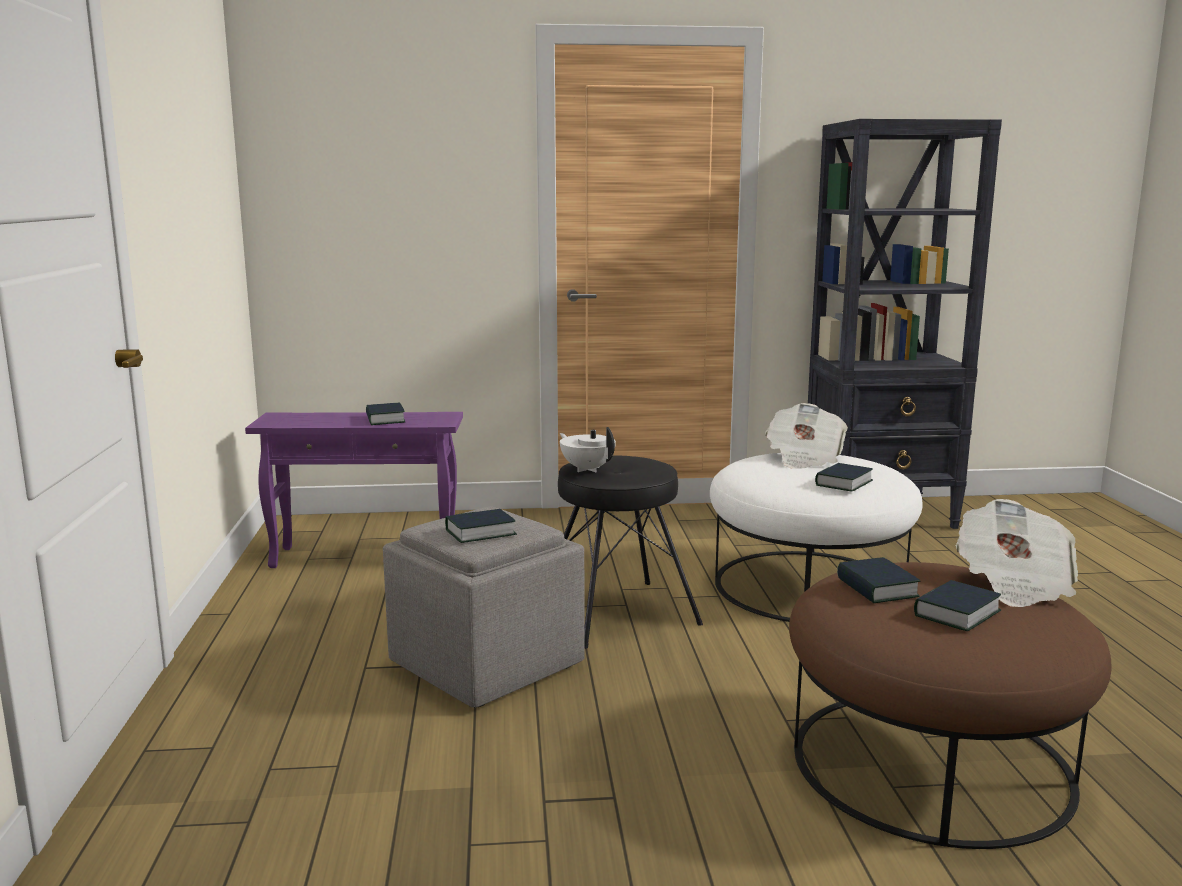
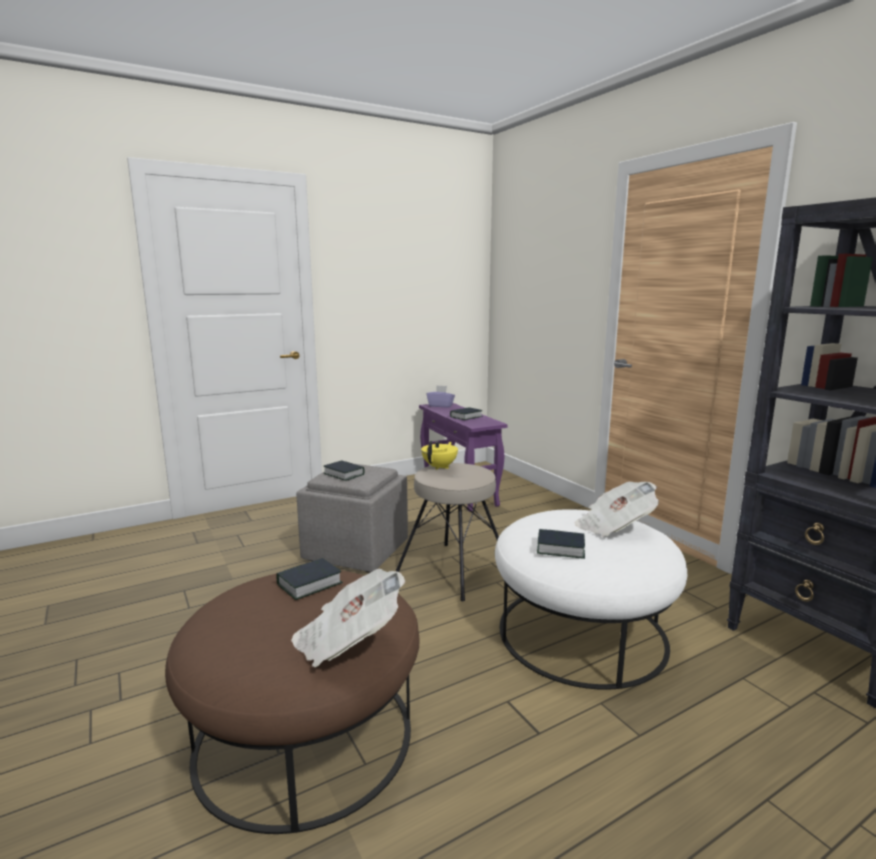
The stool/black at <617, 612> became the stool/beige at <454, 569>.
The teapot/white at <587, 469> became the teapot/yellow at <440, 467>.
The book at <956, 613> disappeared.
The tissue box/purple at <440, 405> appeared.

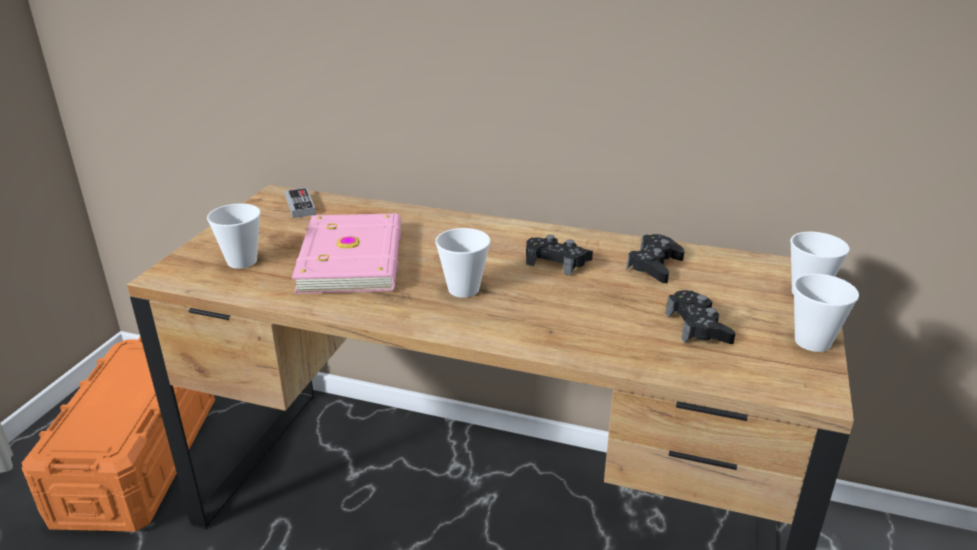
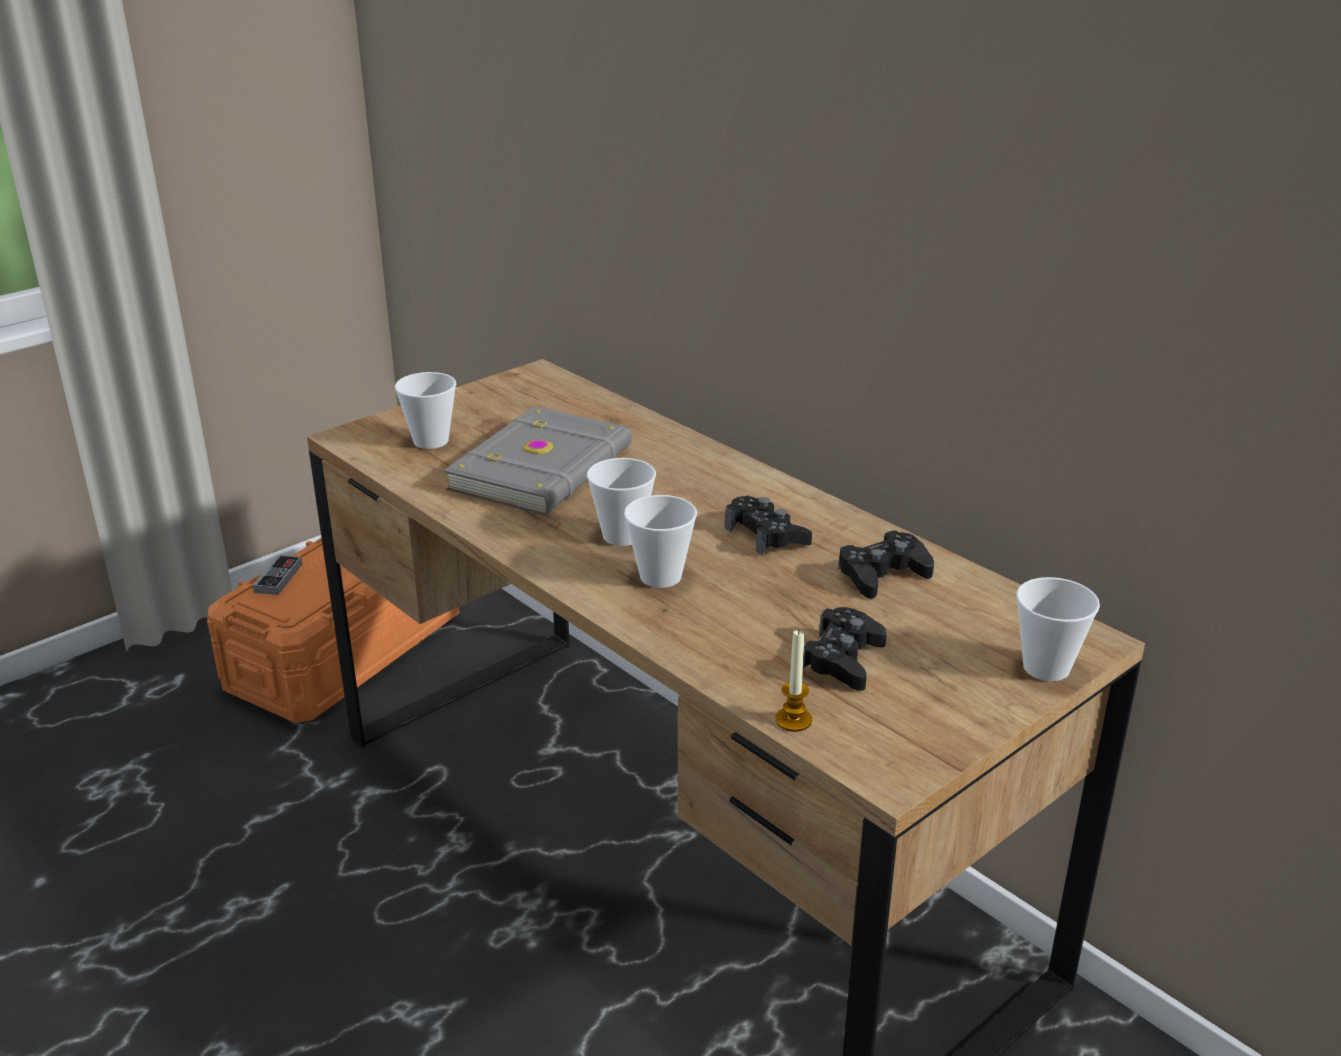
The game controller moved from <300, 205> to <278, 578>.
The book/pink at <354, 258> became the book/grey at <545, 468>.
The cup moved from <812, 342> to <660, 576>.
The candle at <793, 720> appeared.

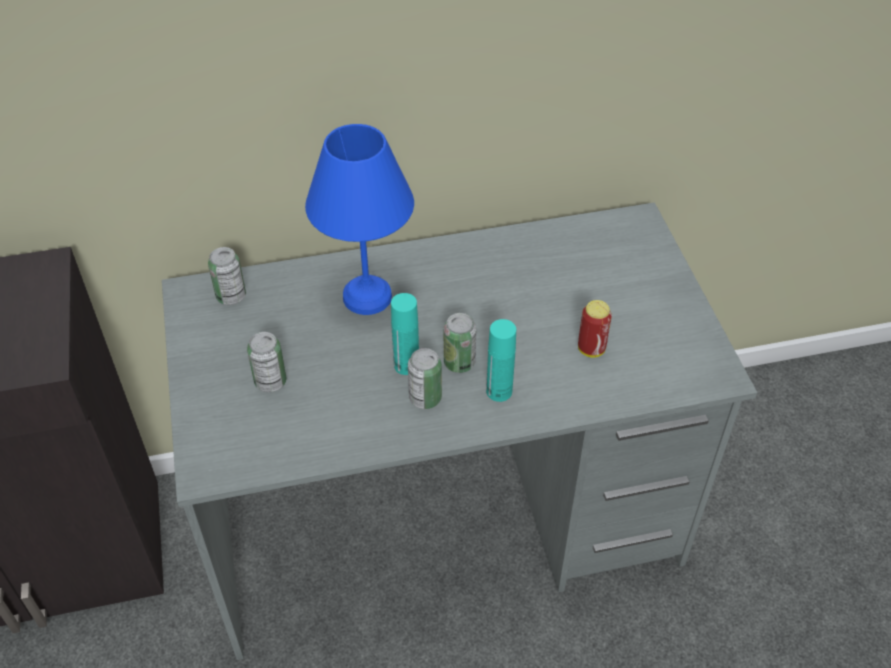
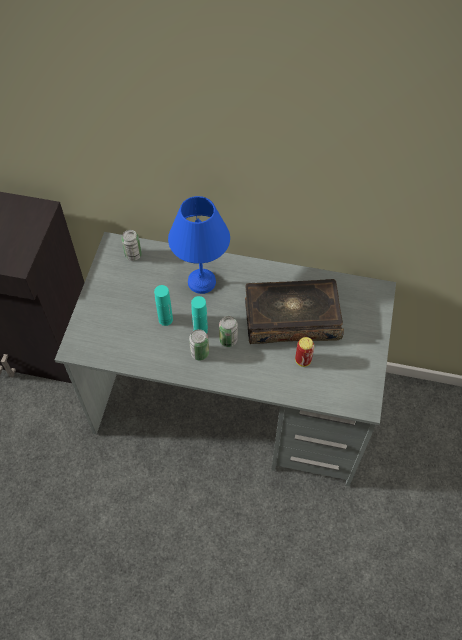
The can at <270, 382> disappeared.
The bottle/turquoise moved from <499, 391> to <165, 319>.
The book at <291, 318> appeared.

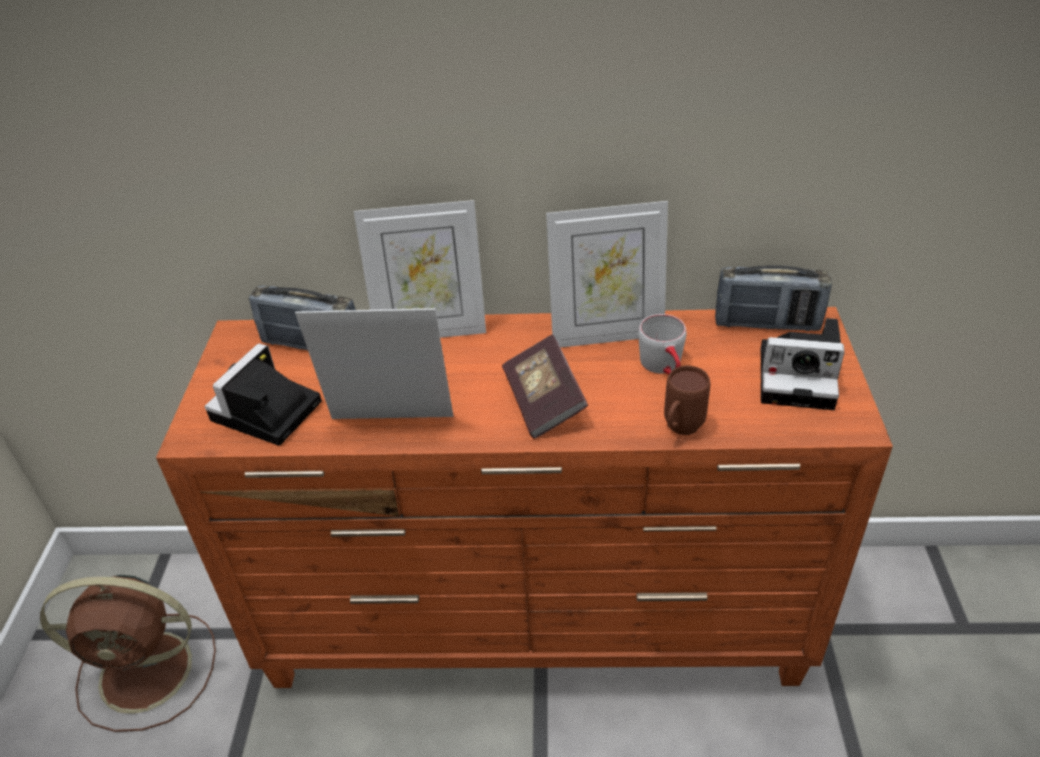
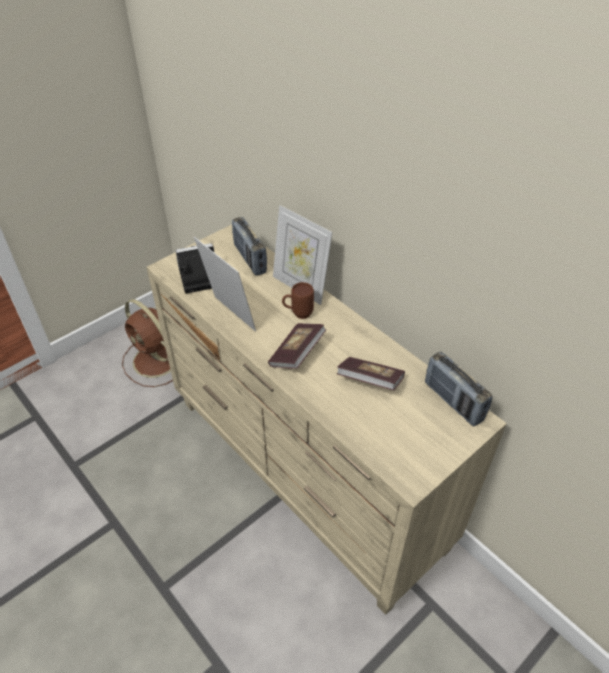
The dresser/orange at <536, 625> became the dresser/beige at <305, 473>.
The picture frame at <606, 334> disappeared.
The mug/grey at <664, 367> was replaced by the book at <369, 381>.
The mug/brown moved from <679, 430> to <298, 314>.
The photo camera at <800, 377> disappeared.

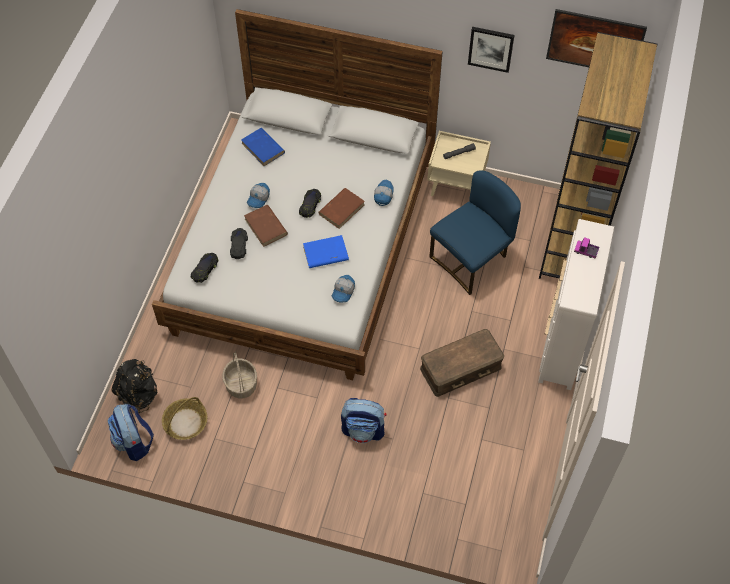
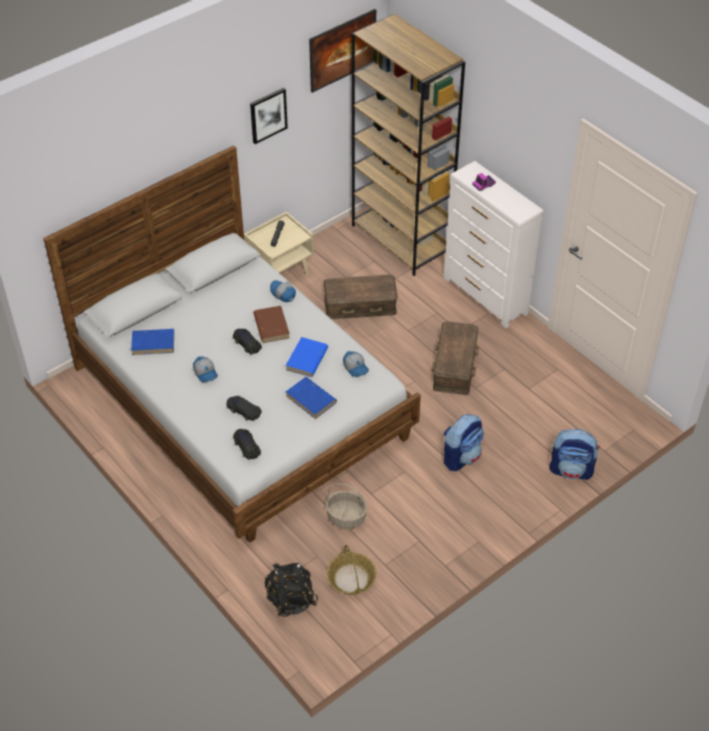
The backpack moved from <134, 442> to <571, 470>.
The book/brown at <266, 227> disappeared.
The chair/blue at <471, 260> was replaced by the storage box/brown at <360, 304>.
The book/blue at <311, 399> appeared.

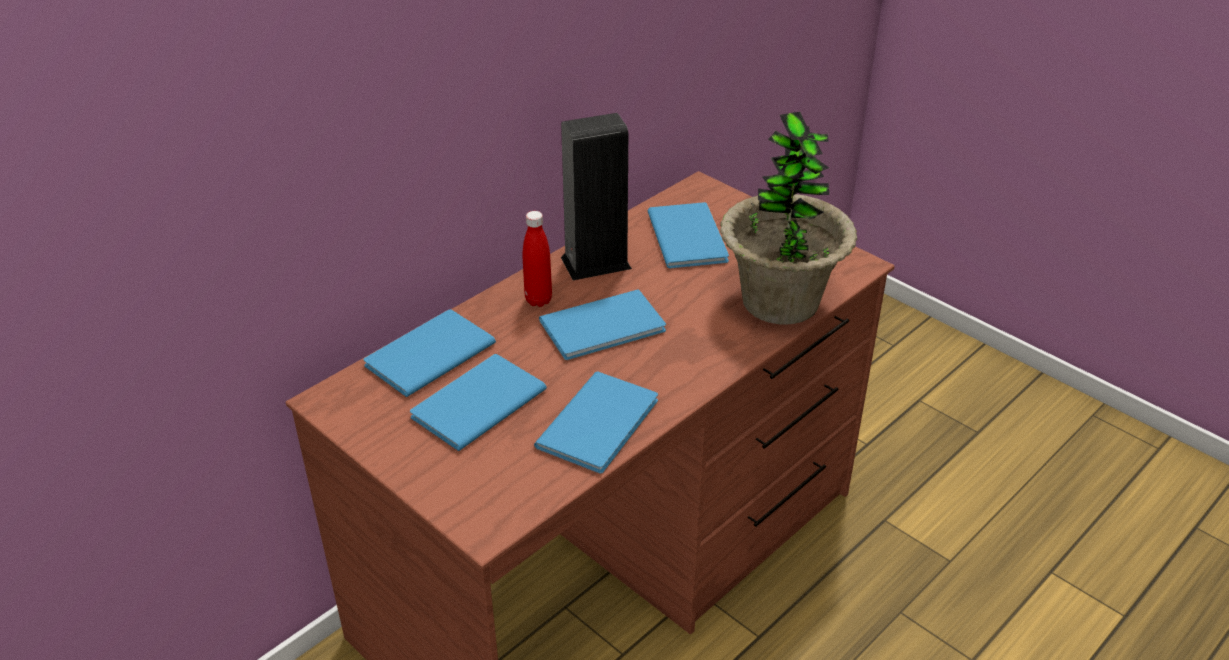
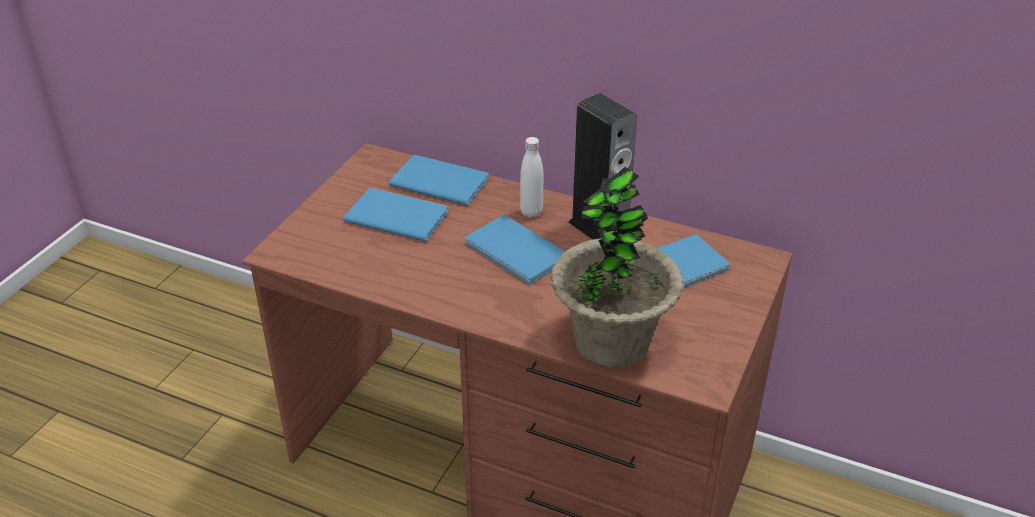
The bottle/red at <538, 300> became the bottle/white at <531, 212>.
The book/blue at <603, 422> disappeared.

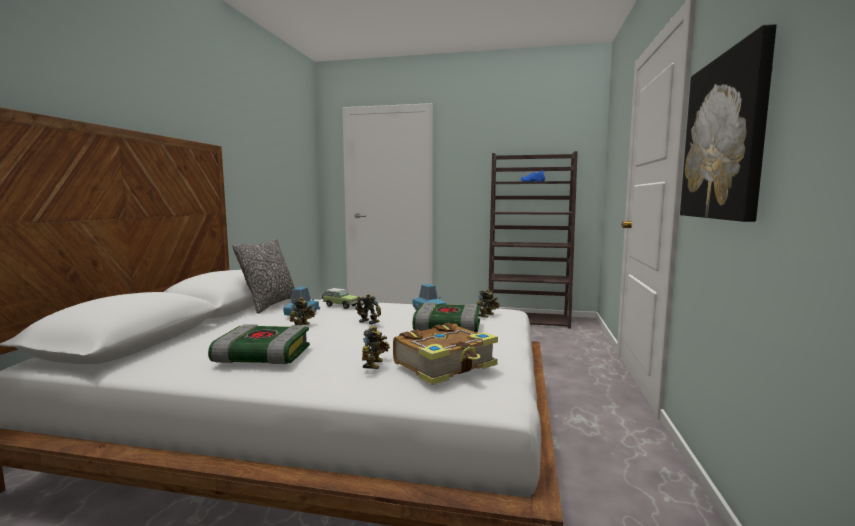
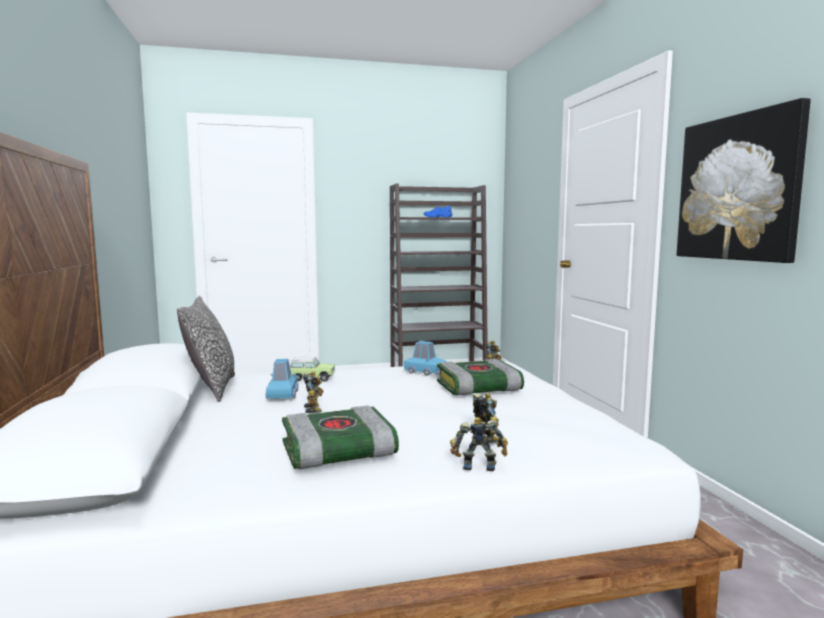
The toy robot moved from <369, 321> to <478, 465>.
The book at <446, 365> disappeared.

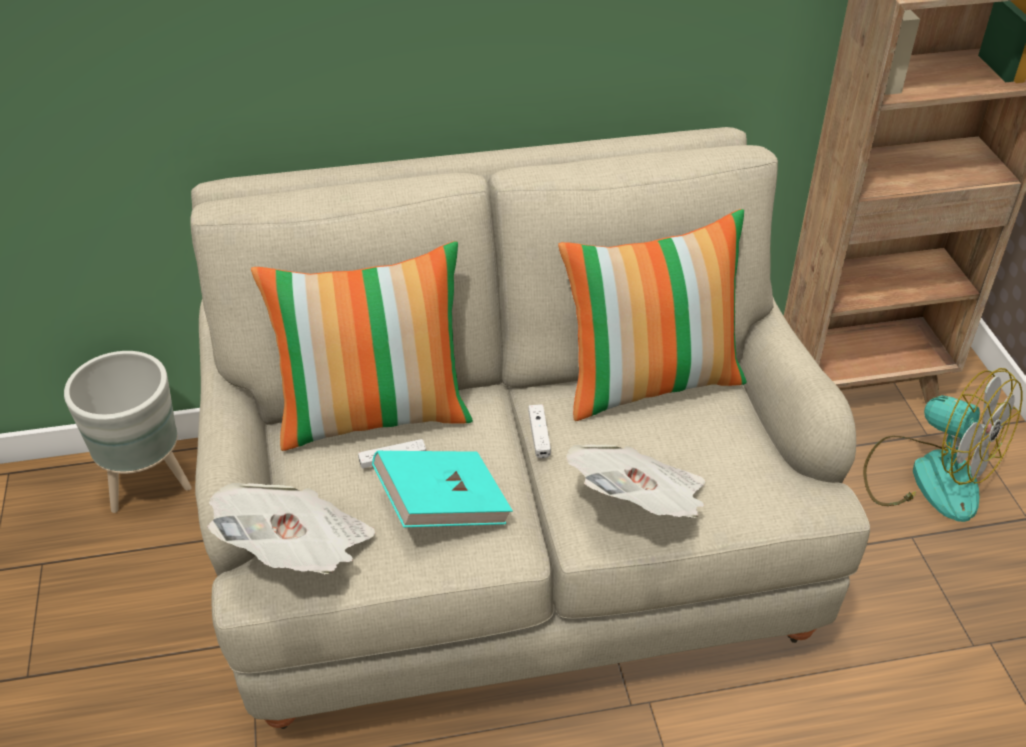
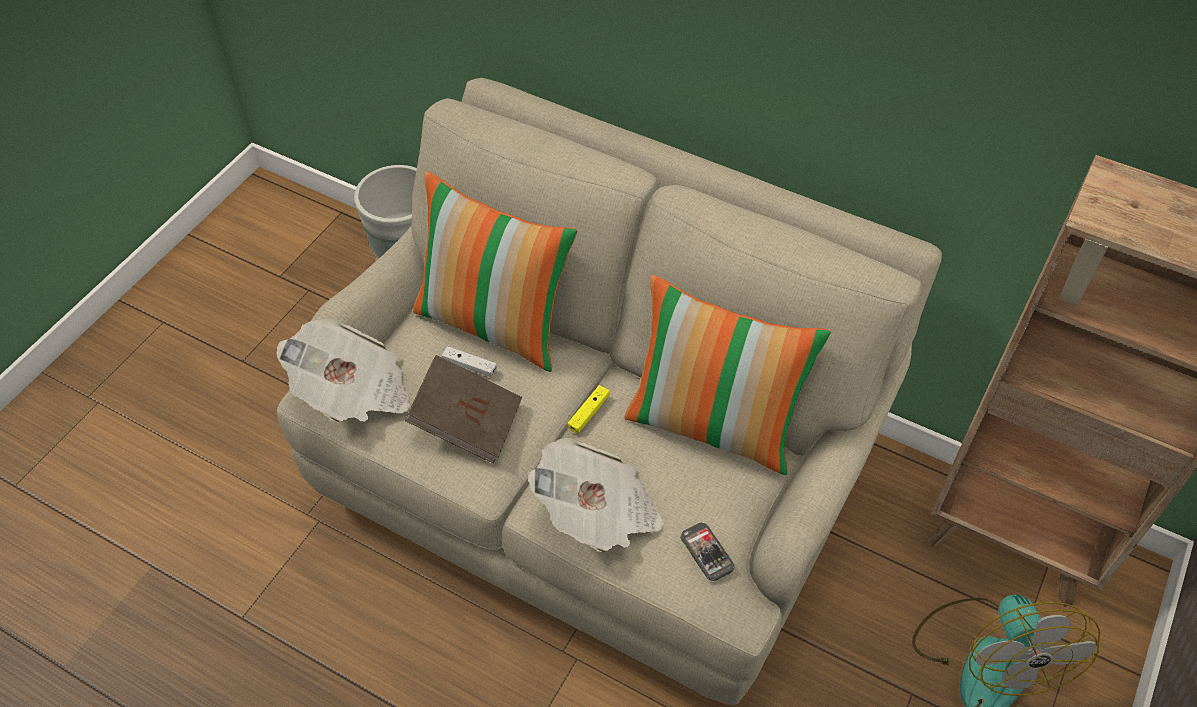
The book/turquoise at <442, 507> became the book/brown at <467, 422>.
The game controller/white at <539, 436> became the game controller/yellow at <588, 413>.
The phone at <707, 552> appeared.

